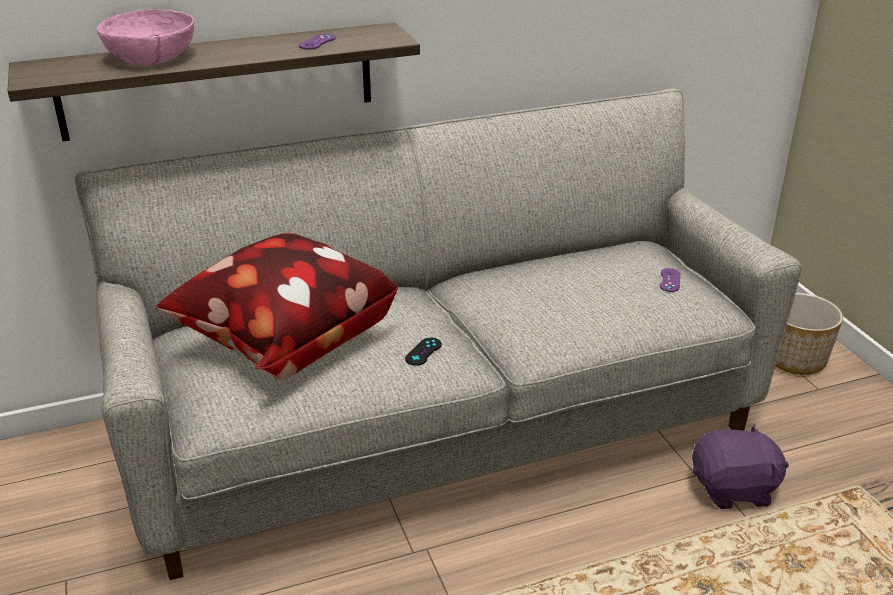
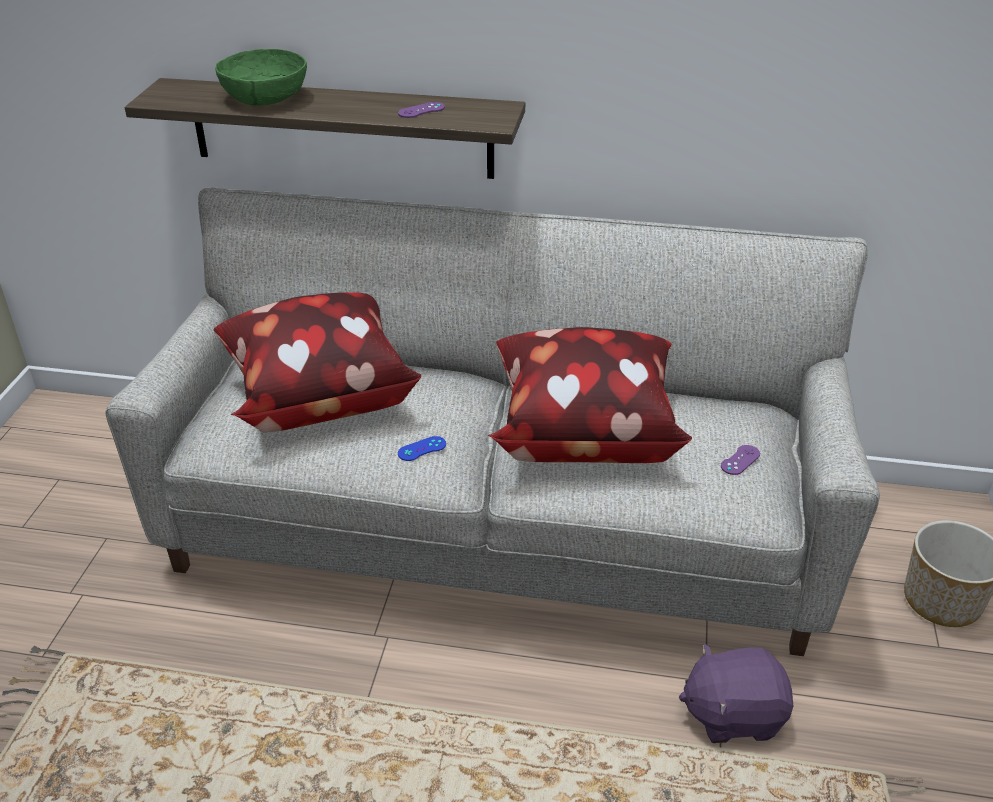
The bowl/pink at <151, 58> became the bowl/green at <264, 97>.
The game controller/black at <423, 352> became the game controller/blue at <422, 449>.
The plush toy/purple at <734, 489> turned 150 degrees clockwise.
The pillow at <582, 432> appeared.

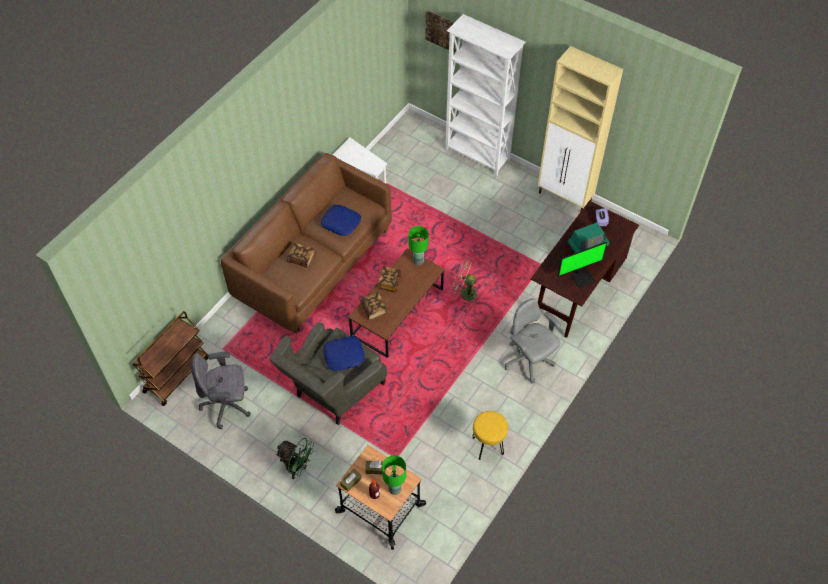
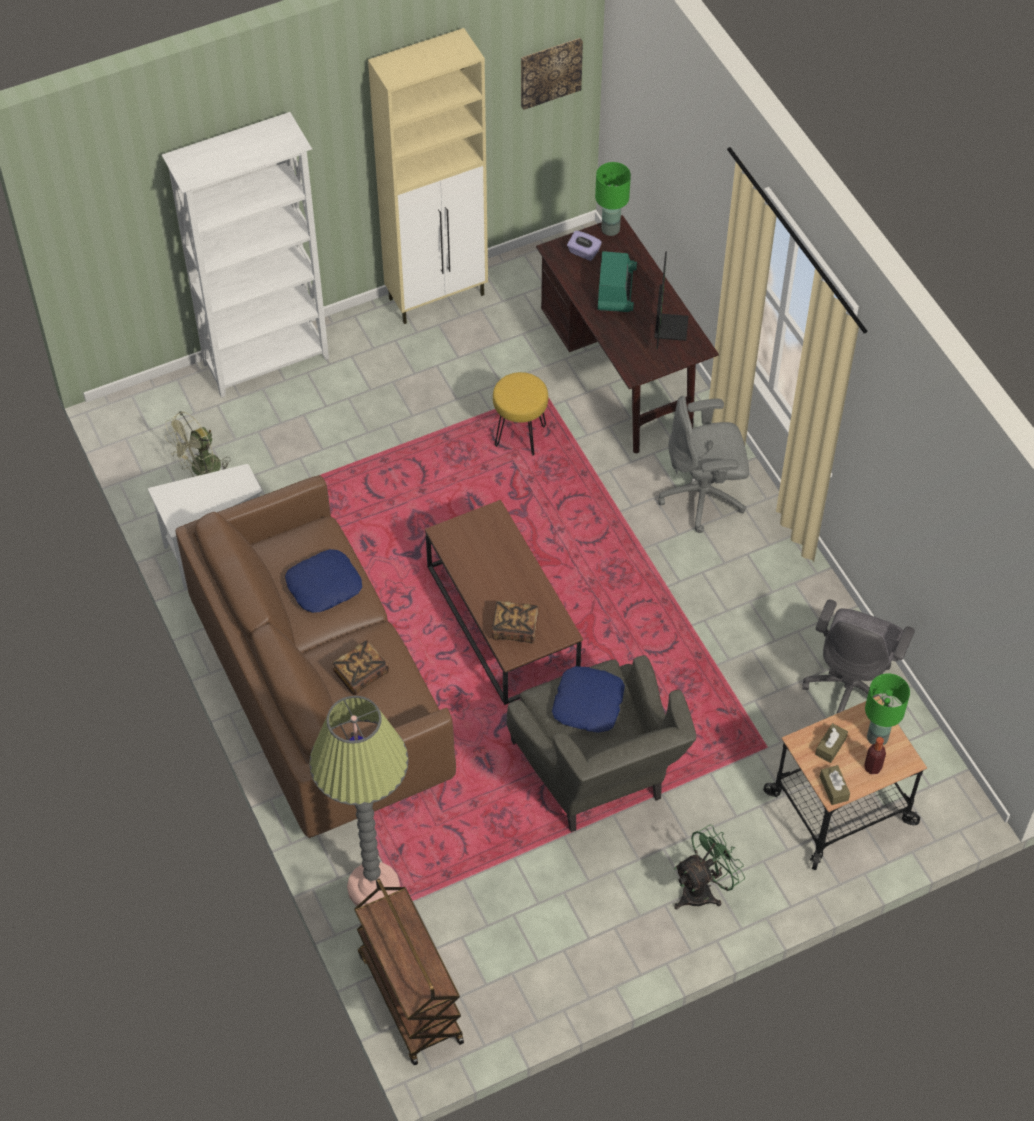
The office chair/grey moved from <227, 405> to <851, 688>.
The book at <389, 282> disappeared.
The table lamp/green moved from <418, 261> to <610, 229>.
The picture moved from <441, 30> to <550, 72>.
The fan/green moved from <464, 294> to <201, 470>.
The stool/yellow moved from <488, 445> to <520, 436>.
The floor lamp at <373, 887> appeared.

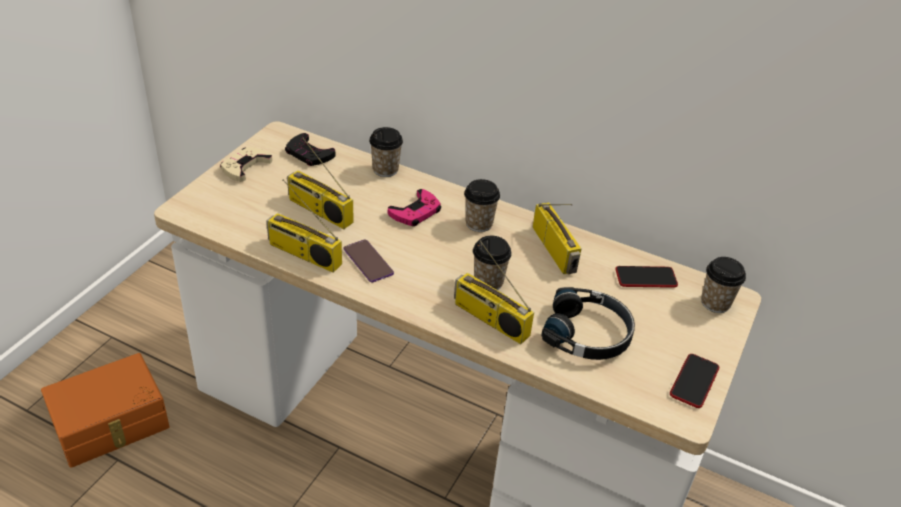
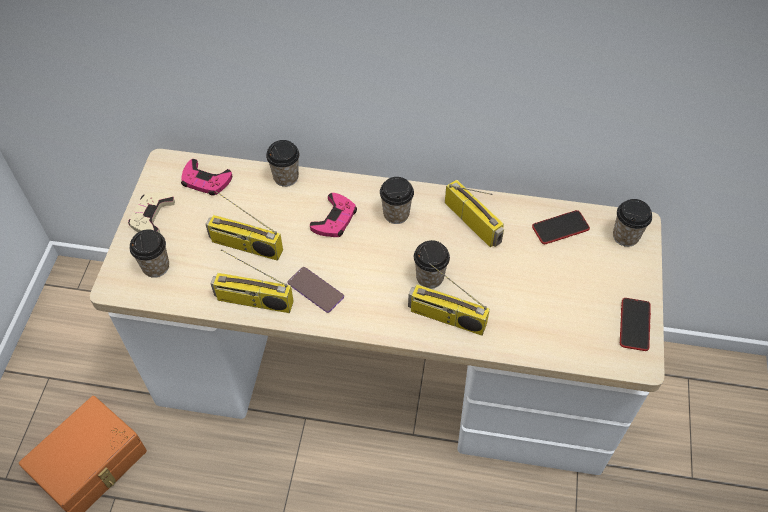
The game controller/black at <309, 154> became the game controller/pink at <205, 181>.
The headphones/black at <588, 334> disappeared.
The cup at <156, 266> appeared.

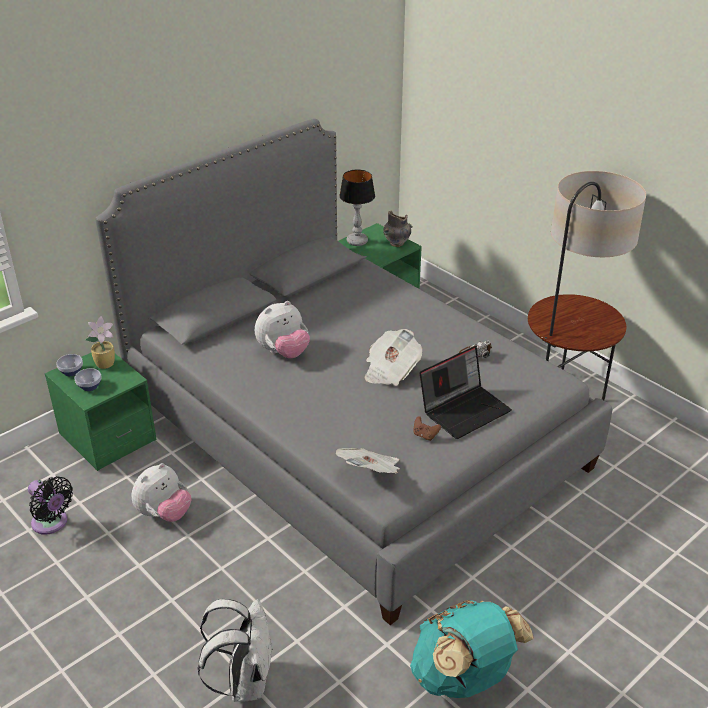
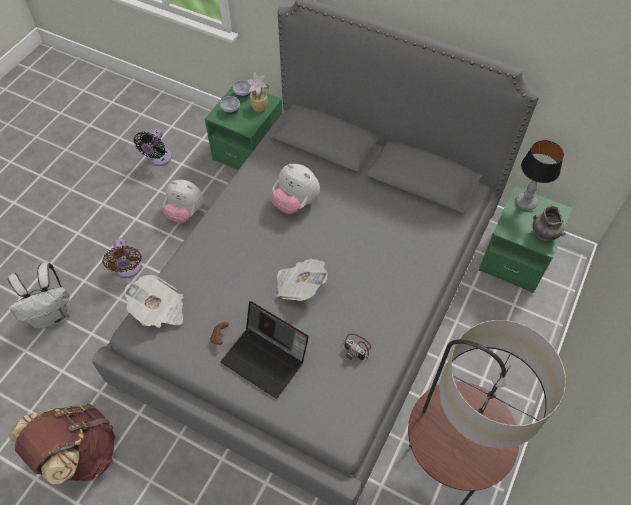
The backpack/turquoise at <463, 677> became the backpack/brown at <79, 453>.
The fan/brown at <128, 269> appeared.

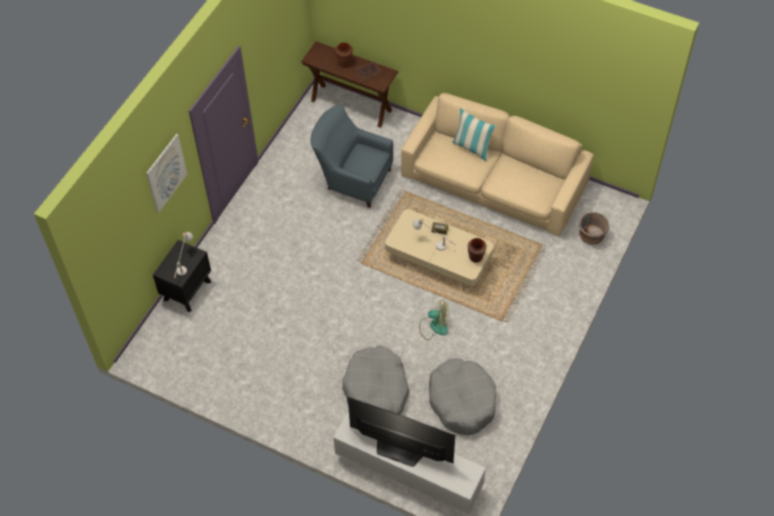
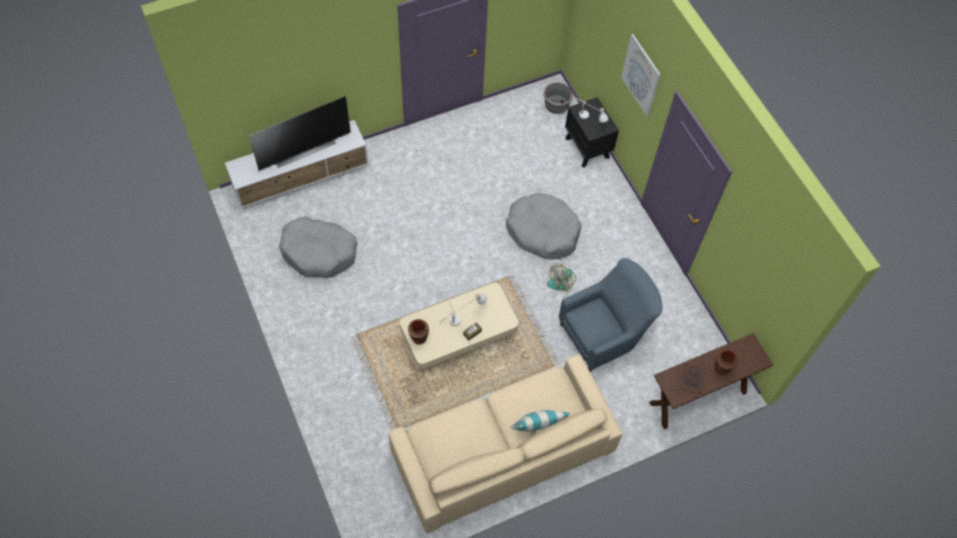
The dog bed/grey moved from <376, 389> to <542, 231>.
The fan moved from <434, 326> to <561, 281>.
The planter/grey moved from <591, 235> to <556, 105>.

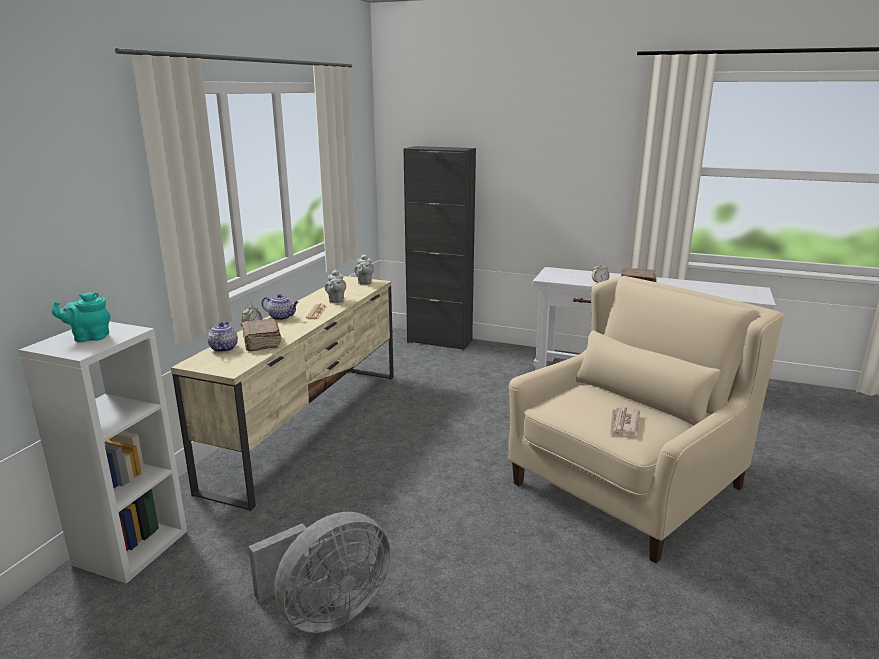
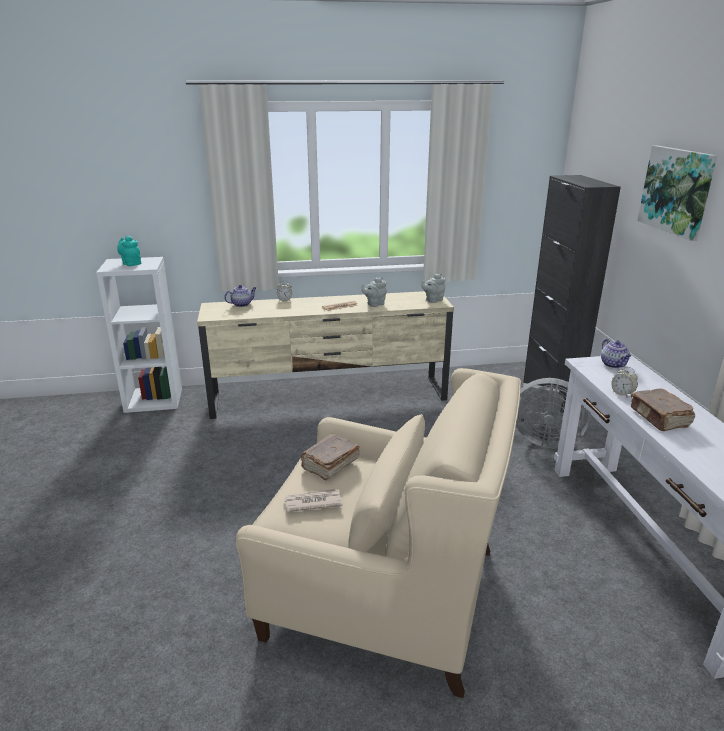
The book/brown moved from <261, 343> to <329, 464>.
The fan/grey moved from <326, 612> to <544, 440>.
The teapot moved from <282, 317> to <614, 365>.
The picture at <677, 191> appeared.

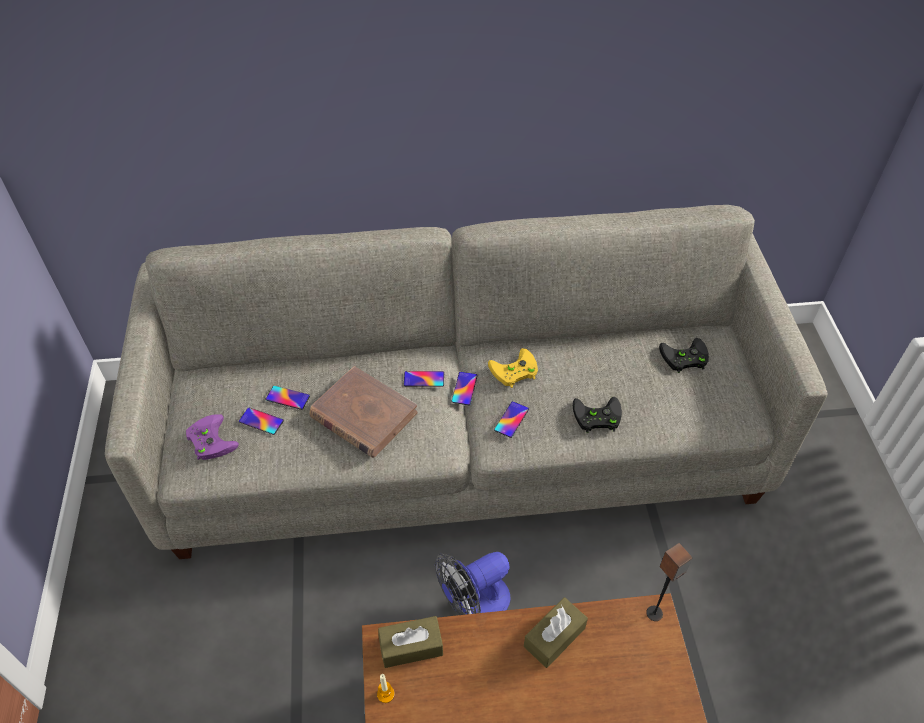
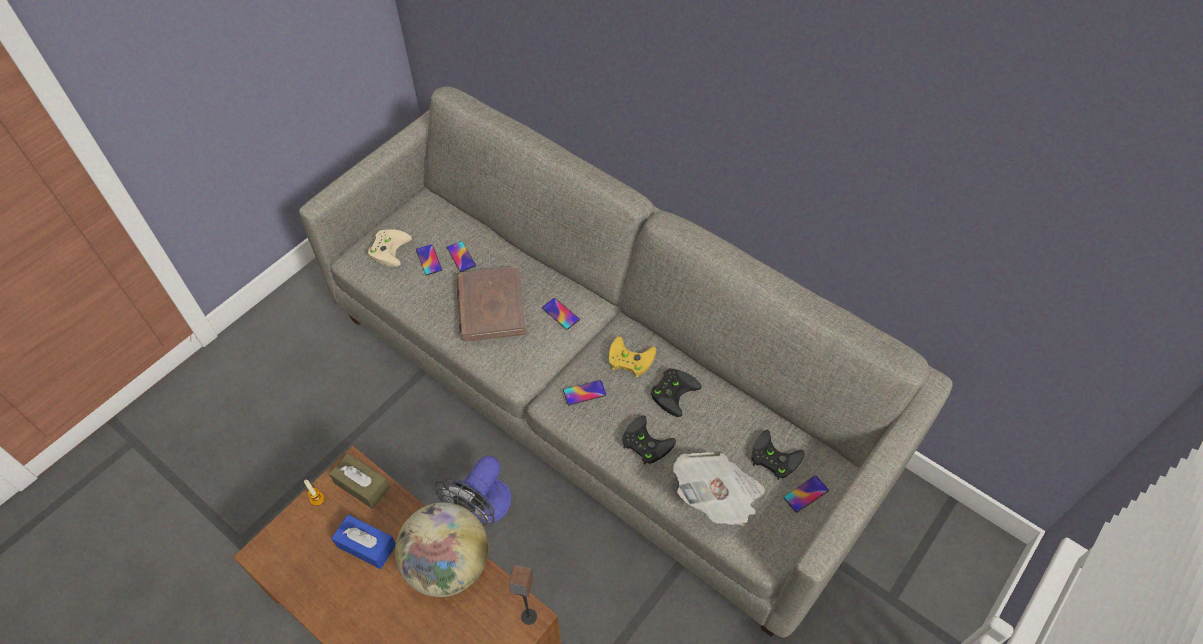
The game controller/purple at <209, 440> became the game controller/beige at <388, 248>.
The fan at <474, 604> turned 75 degrees counterclockwise.
The phone moved from <464, 388> to <806, 494>.
The tissue box/brown at <554, 637> was replaced by the globe at <448, 565>.
The tissue box/blue at <366, 546> appeared.
The game controller/black at <673, 391> appeared.
The newspaper at <718, 497> appeared.

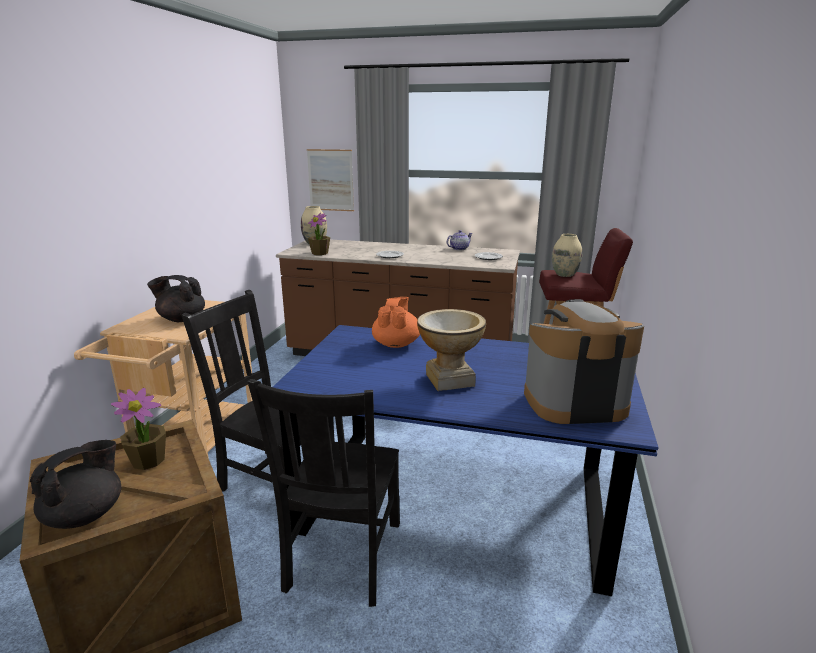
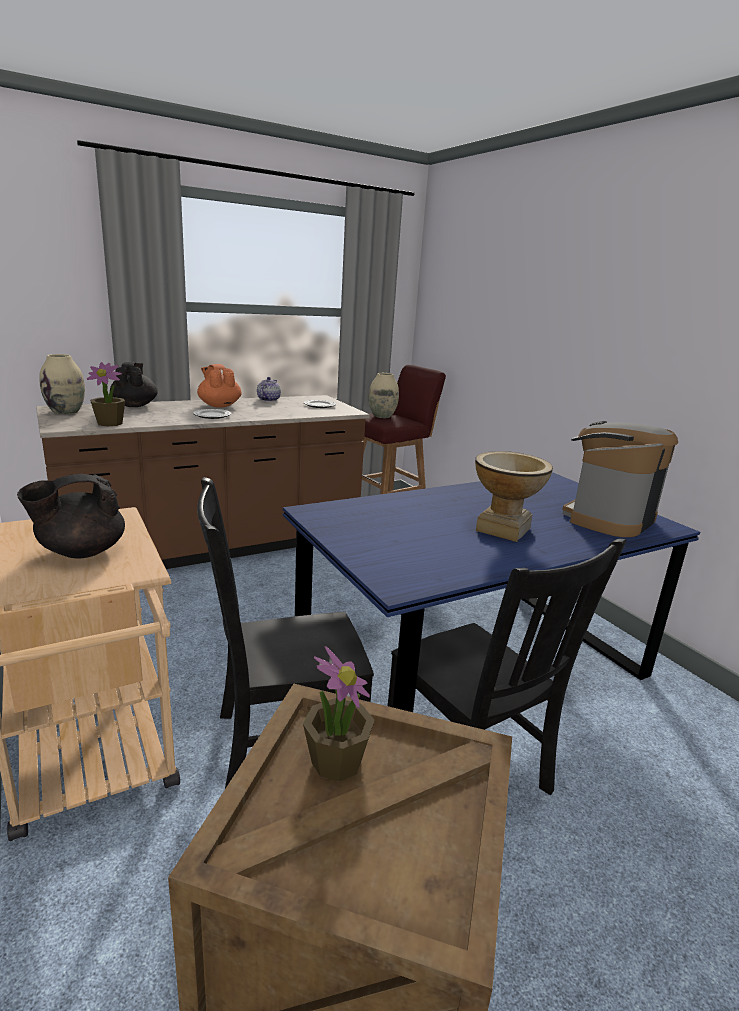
The teapot/black moved from <86, 515> to <135, 405>.
The picture at <330, 180> disappeared.
The teapot/orange moved from <396, 344> to <219, 405>.

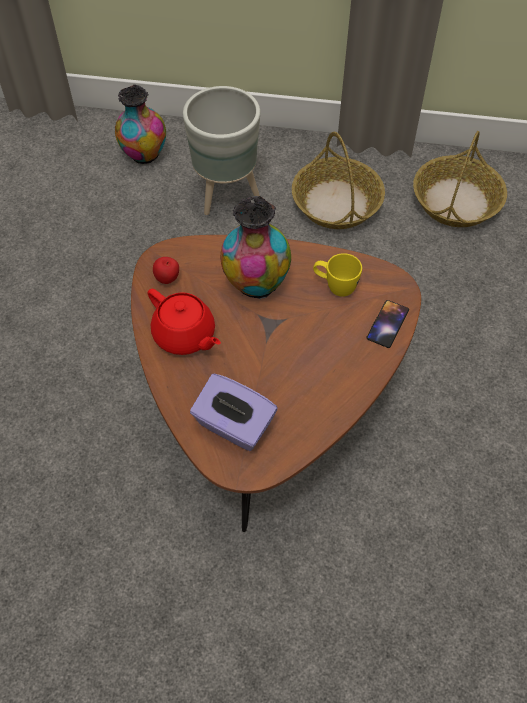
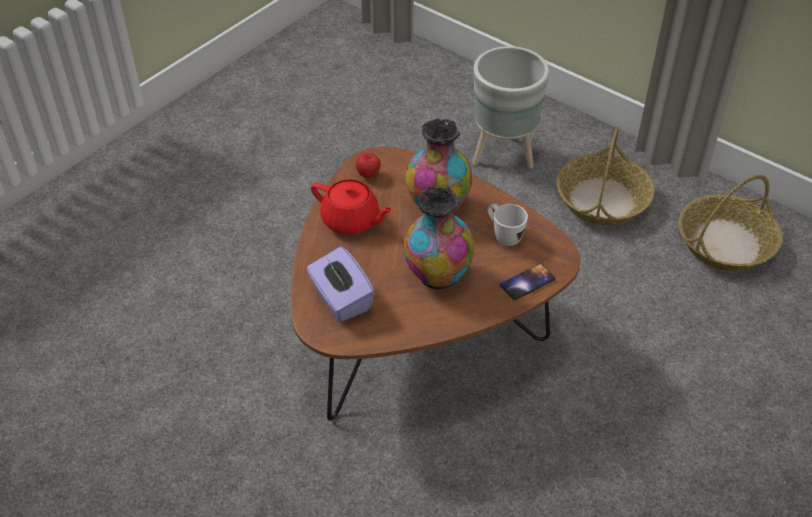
The vase moved from <144, 155> to <437, 276>.
The teapot/red at <185, 335> turned 45 degrees counterclockwise.
The mug/yellow at <335, 287> became the mug/white at <503, 236>.

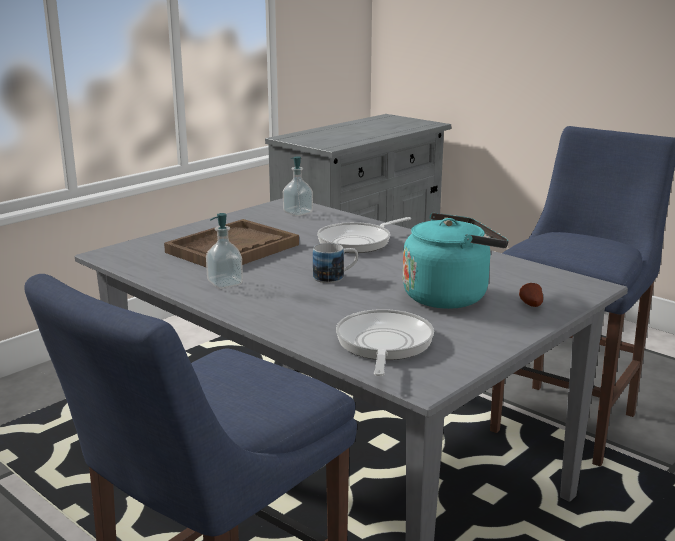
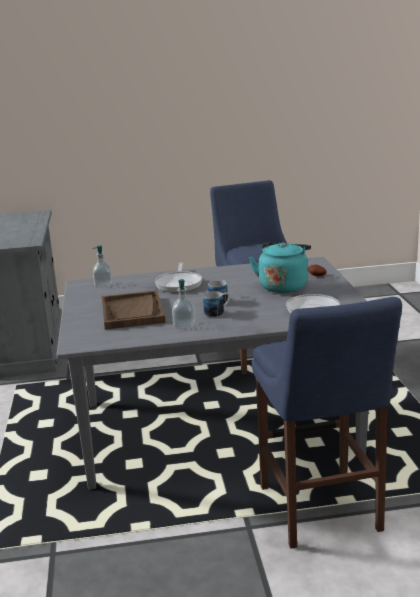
The mug at <218, 312> appeared.

